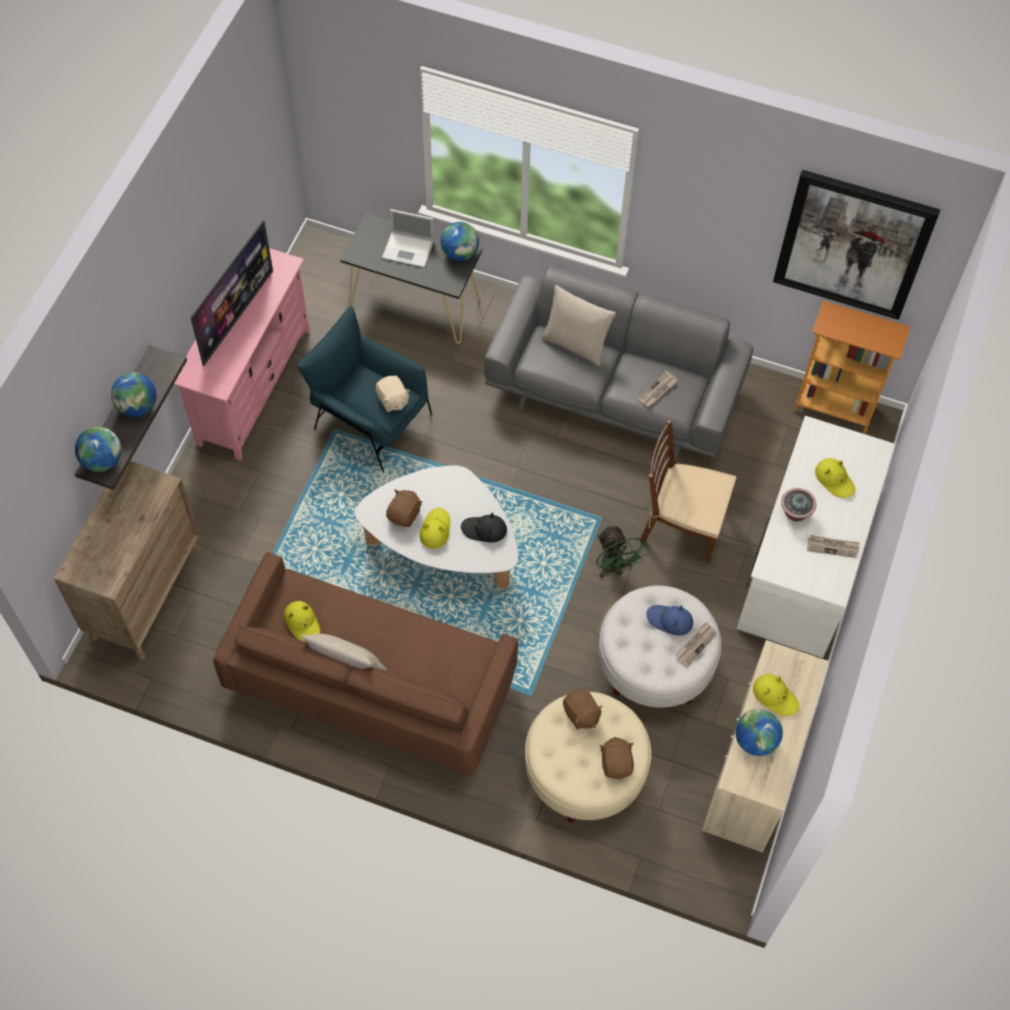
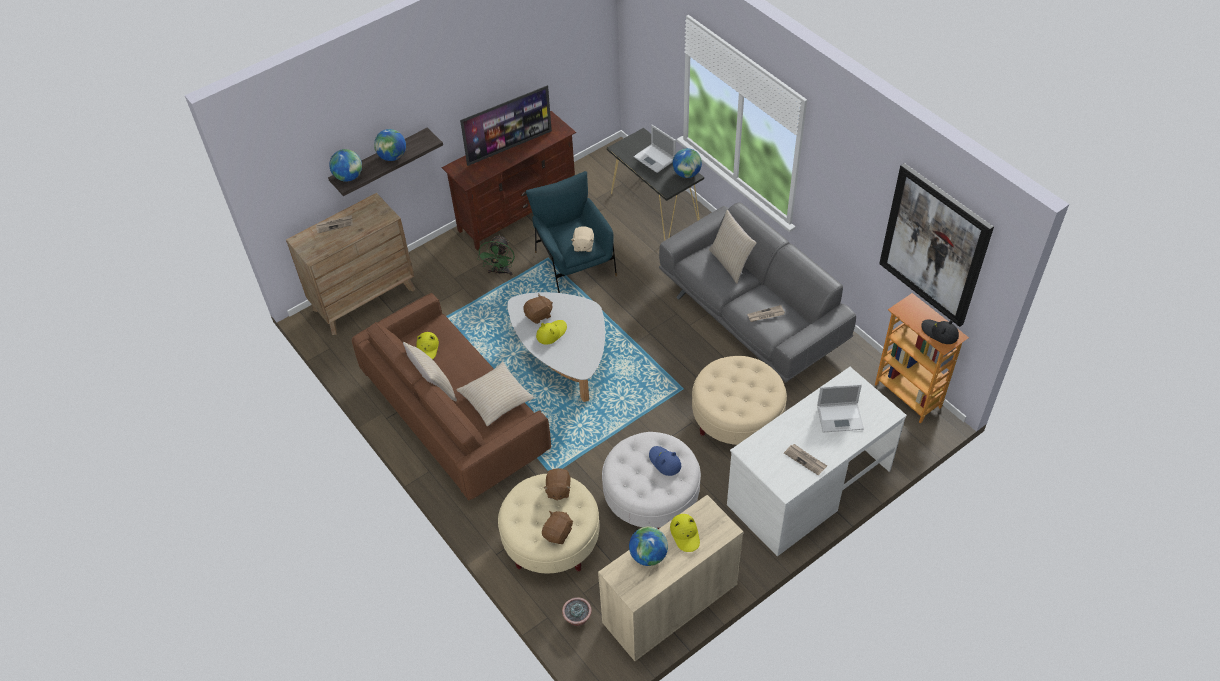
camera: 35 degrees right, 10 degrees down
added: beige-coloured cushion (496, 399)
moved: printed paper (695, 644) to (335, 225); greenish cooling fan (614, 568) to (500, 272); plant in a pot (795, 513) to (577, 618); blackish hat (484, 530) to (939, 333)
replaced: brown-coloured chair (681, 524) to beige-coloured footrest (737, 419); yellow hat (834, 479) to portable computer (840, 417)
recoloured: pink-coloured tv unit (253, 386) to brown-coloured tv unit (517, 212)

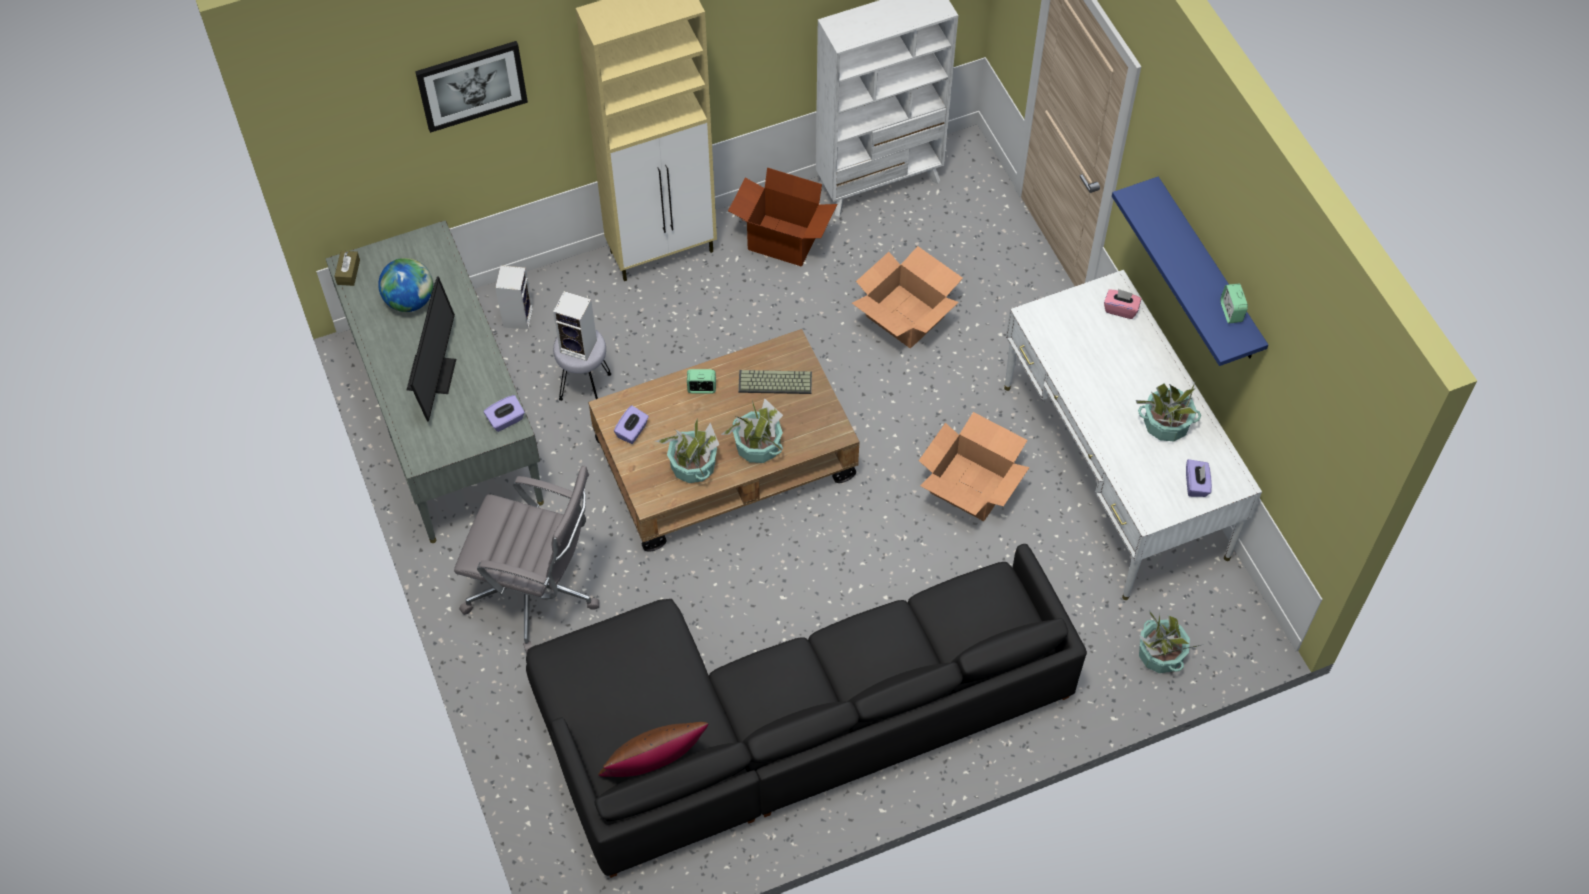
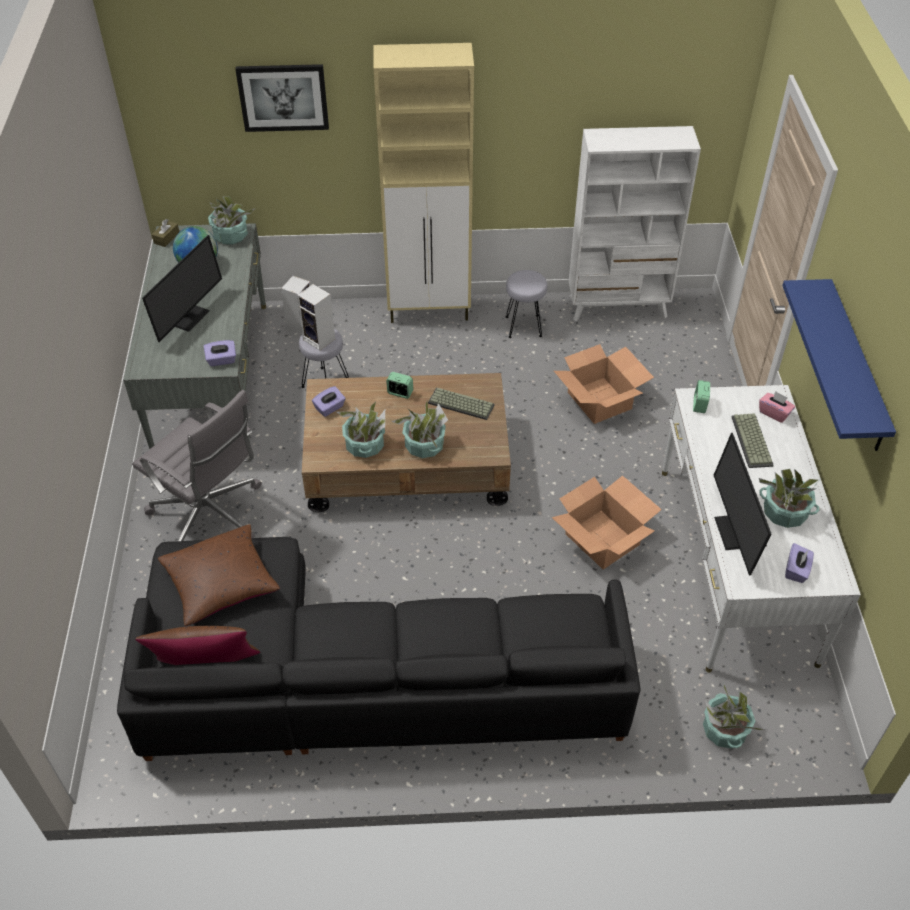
camera: 20 degrees right, 10 degrees down
added: brown-coloured cushion (221, 583); plant in a pot (230, 235); monitor (738, 531); PC keyboard (753, 441)
moved: table clock (1231, 312) to (699, 405)
replaced: cardboard box (782, 241) to greyish stool seat (524, 326)

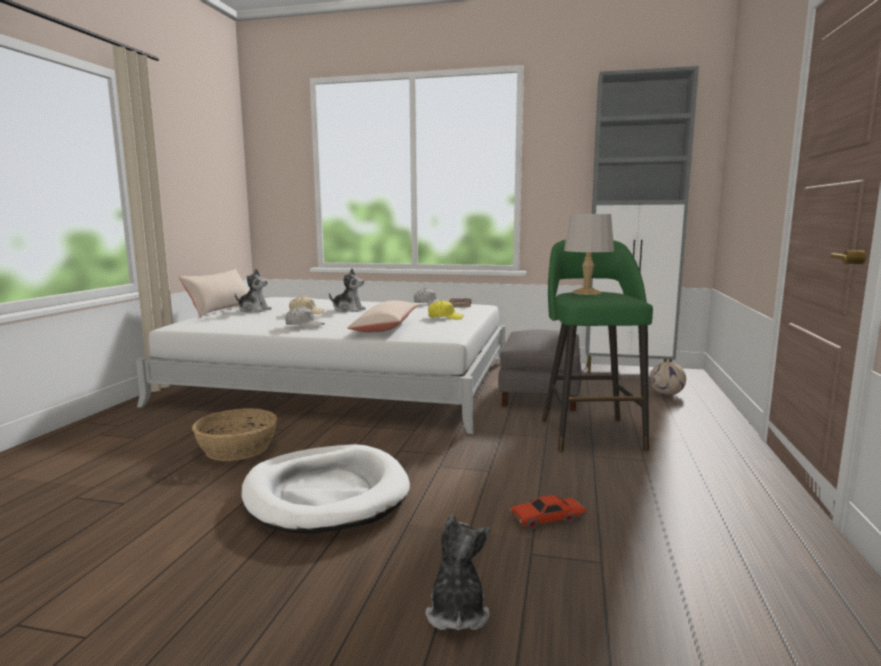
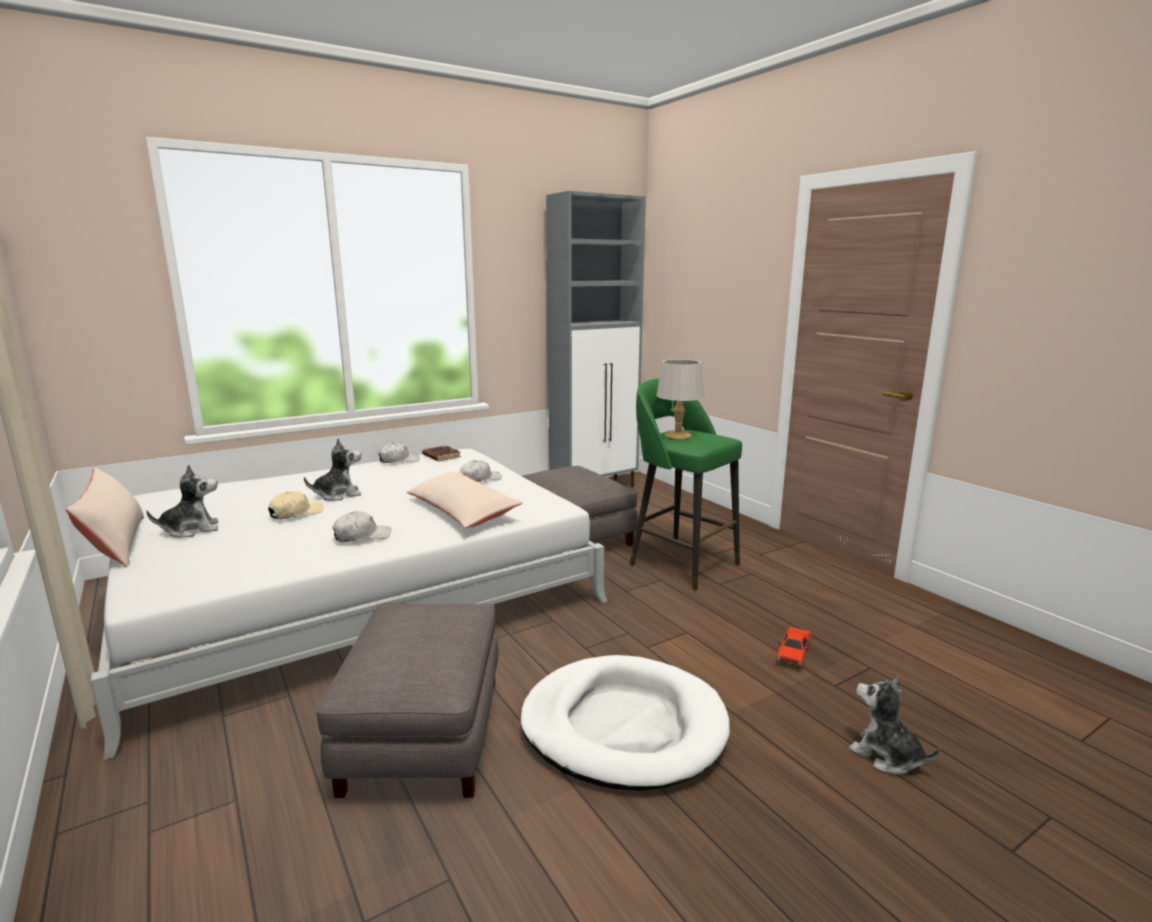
camera: 45 degrees left, 5 degrees up
removed: football ball (667, 394)
replaced: basket (237, 448) to greyish footrest (422, 733)
recoloured: yellow cap (445, 317) to whitish cap (479, 479)

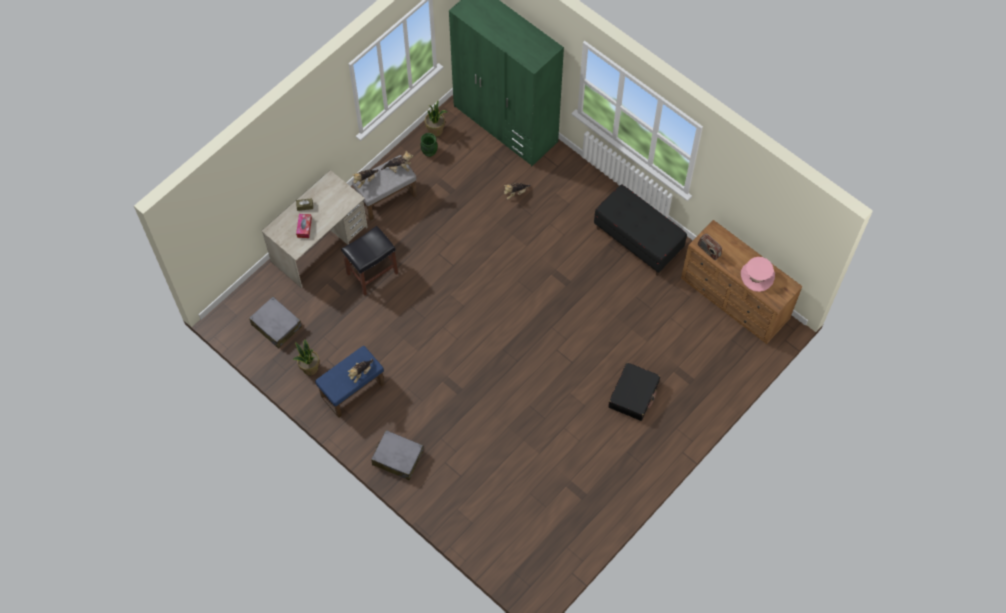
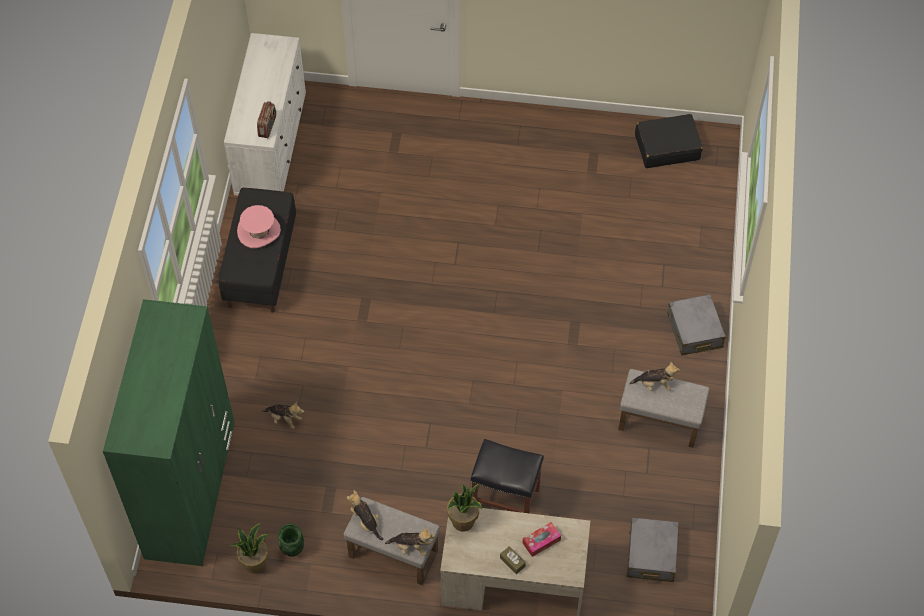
camera: 125 degrees left, 5 degrees down
moved: pink-coloured hat (757, 276) to (259, 231); plant in a pot (309, 368) to (463, 521); blackish travel case (633, 395) to (667, 147)
recoloured: brown-coloured dresser (735, 299) to whitish dresser (271, 144); blue-coloured footrest (353, 389) to greyish footrest (658, 422)

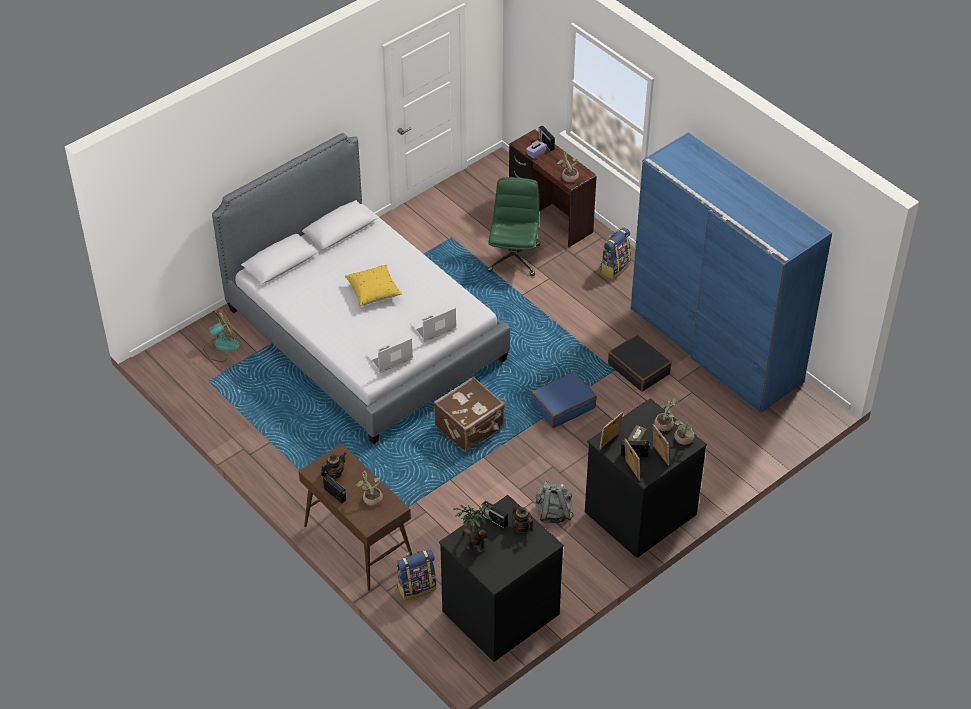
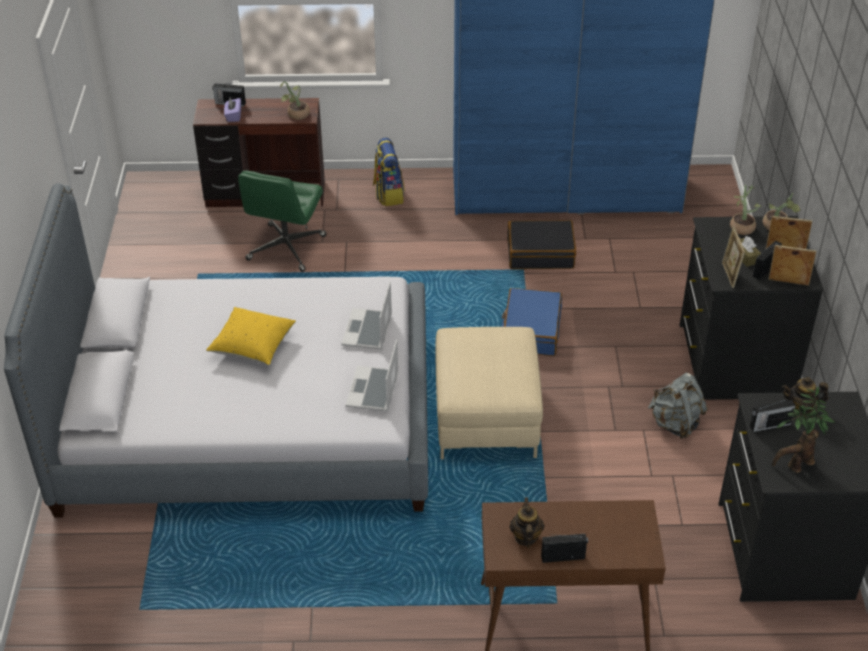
camera: 50 degrees left, 5 degrees down
removed: cooling fan (221, 346); plant in a pot (370, 498); rucksack (416, 587)
replaced: brown-coloured travel case (470, 427) to beige-coloured footrest (485, 416)
turned: greenish office chair (513, 257) = (286, 248) 120 degrees counterclockwise

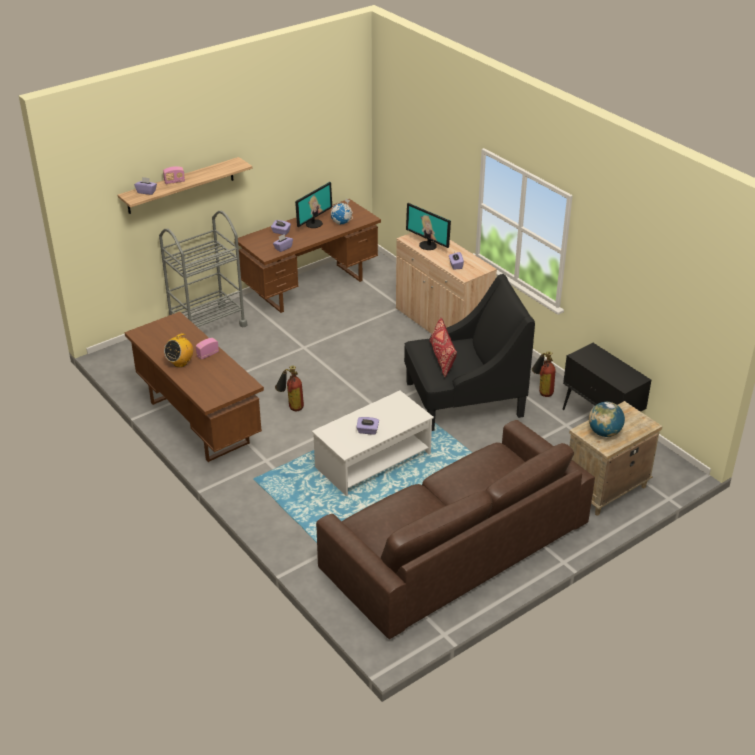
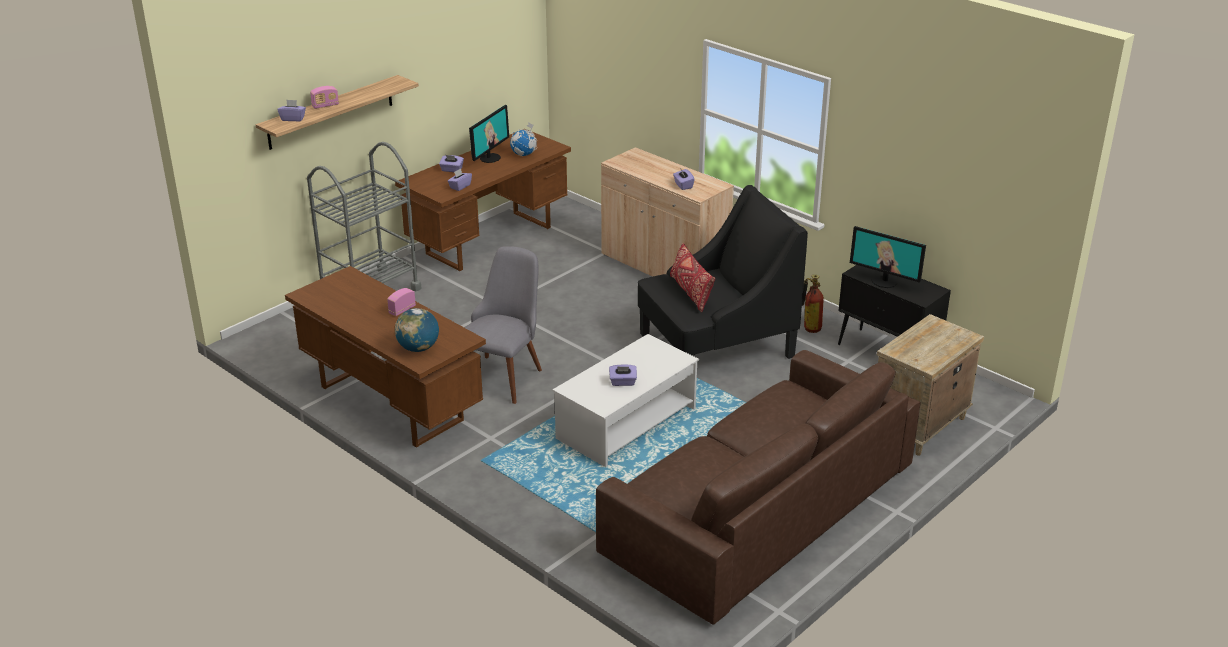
camera: 10 degrees left, 5 degrees down
removed: radio receiver (180, 363)
moved: desk globe (604, 433) to (418, 348); monitor (428, 245) to (884, 281)
replaced: extinguisher (291, 406) to greyish chair (504, 373)

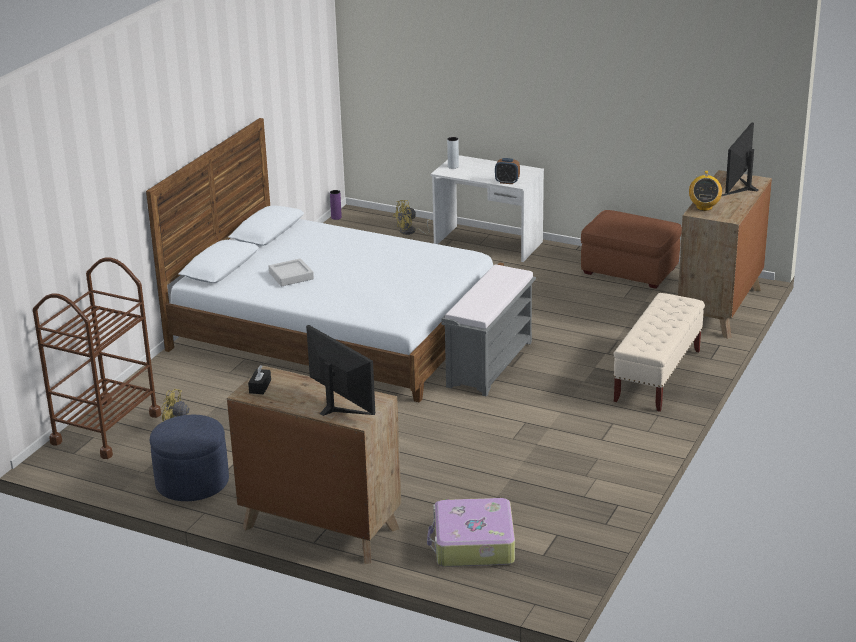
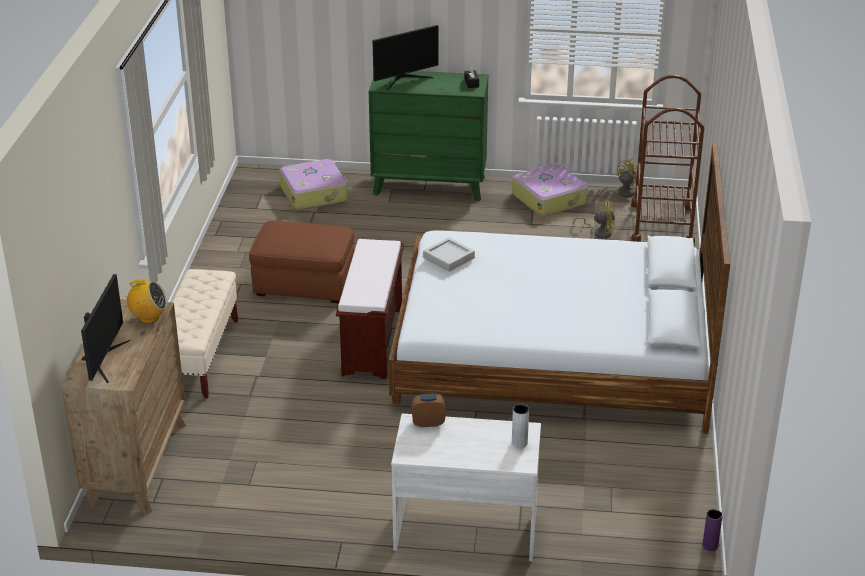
camera: 160 degrees right, 5 degrees up
moved: brown-coloured footrest (630, 271) to (303, 284); greyish serving tray (291, 276) to (448, 258); yellow cooling fan (411, 232) to (622, 193)
replaced: blue-coloured footrest (192, 482) to travel case (549, 198)
recoloured: greyish bench (489, 363) to brown-coloured bench (373, 342); brown-coloured dresser (320, 528) to greenish dresser (429, 186)
turned: radio receiver (704, 207) = (149, 318) 105 degrees clockwise; monitor (339, 406) = (404, 79) 60 degrees counterclockwise

